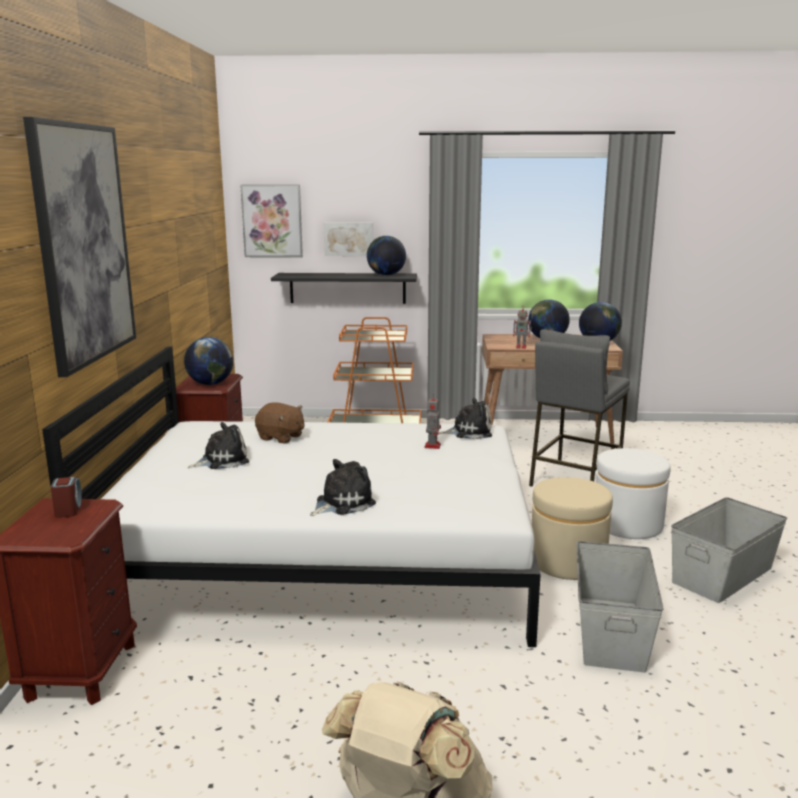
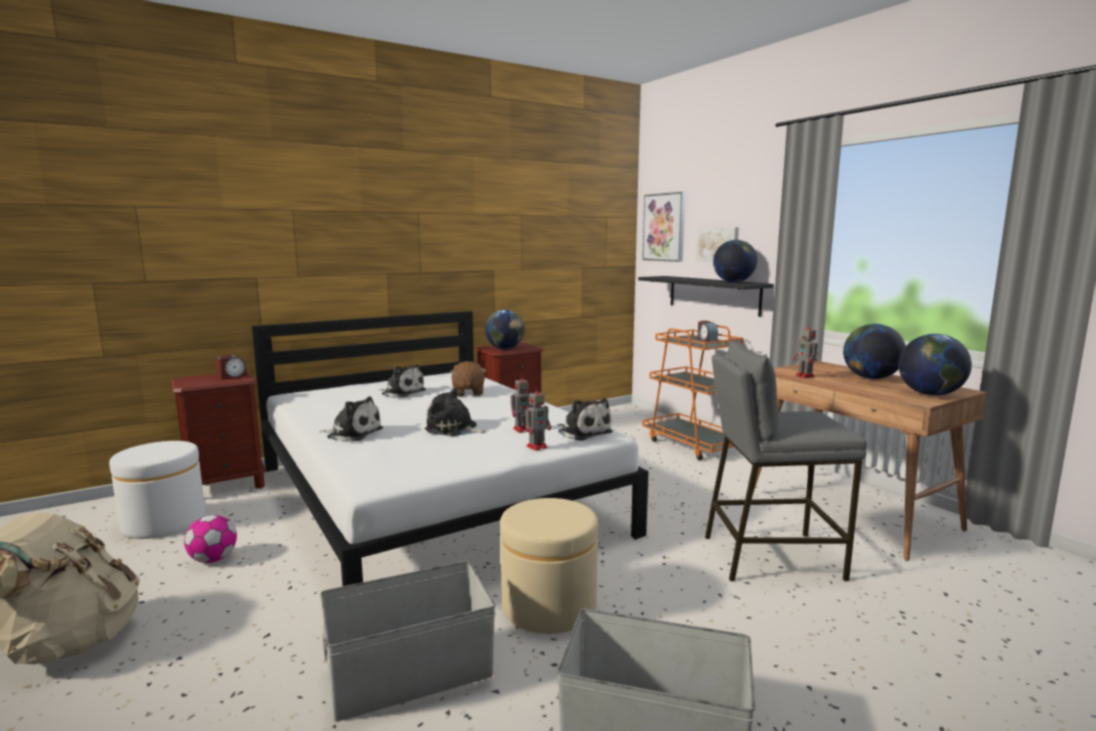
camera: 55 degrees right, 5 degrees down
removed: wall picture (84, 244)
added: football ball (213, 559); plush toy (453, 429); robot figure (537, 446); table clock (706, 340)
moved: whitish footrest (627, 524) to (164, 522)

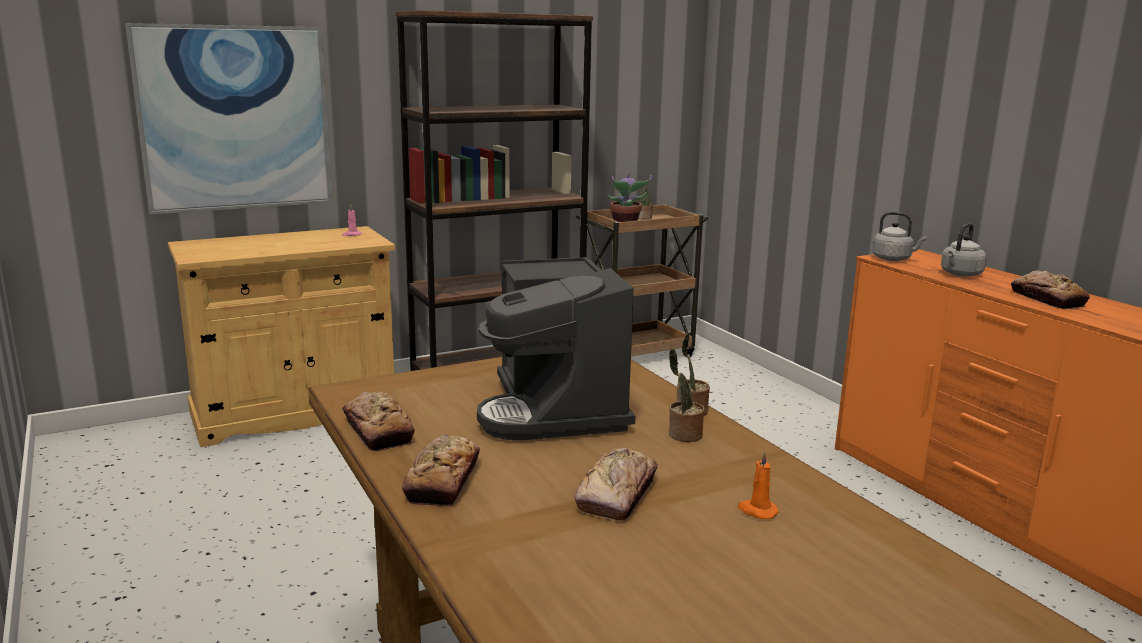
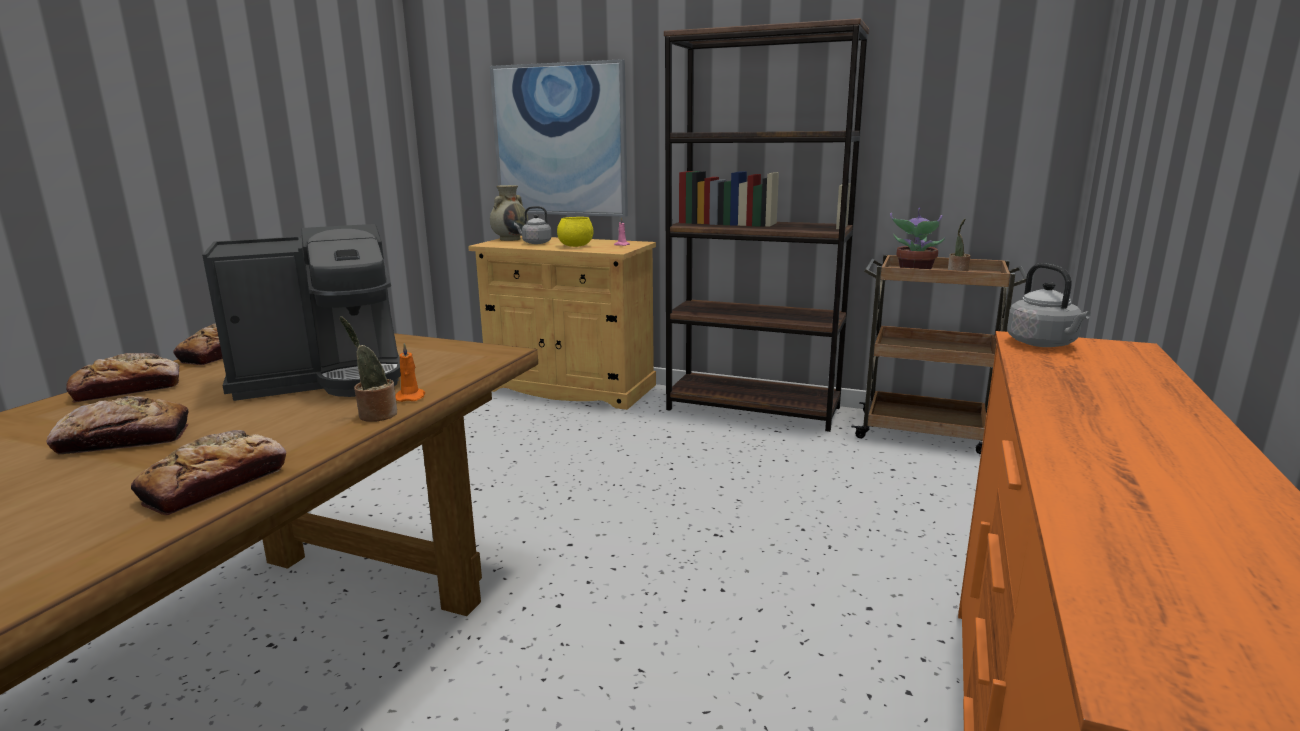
camera: 50 degrees right, 0 degrees up
removed: plant in a pot (682, 435)
added: beige-coloured vase (510, 239); yellow serving bowl (576, 246)
moved: bakery bread (1047, 299) to (215, 484); orange-coloured wax light (757, 511) to (410, 397); greyish tea kettle (960, 274) to (535, 243)
turned: coffee brewer (555, 409) = (324, 378) 150 degrees counterclockwise

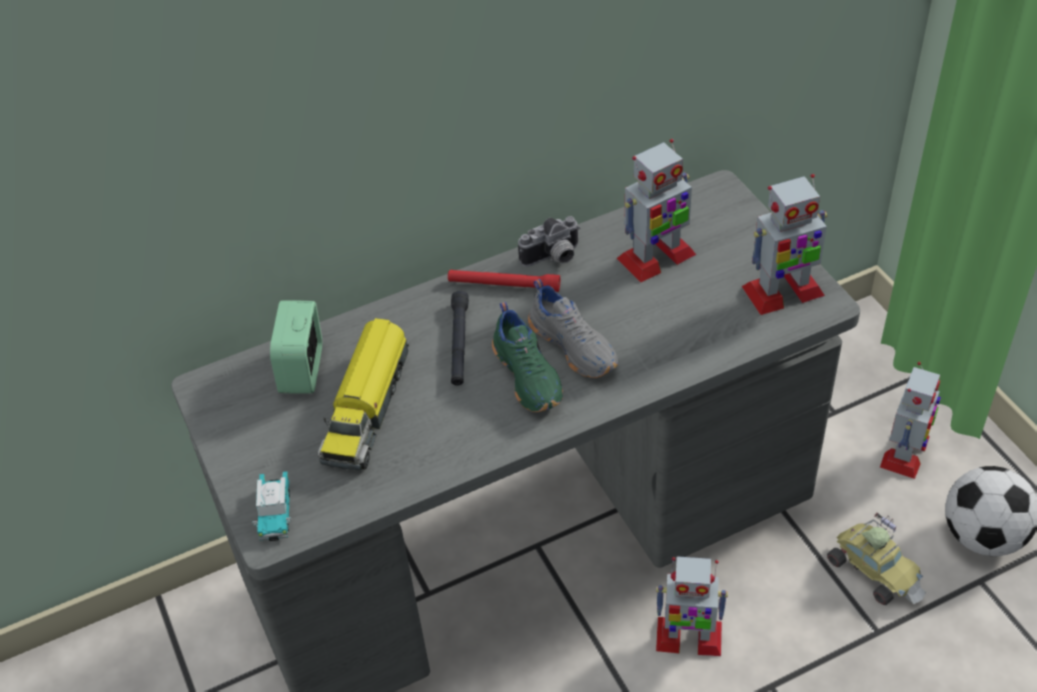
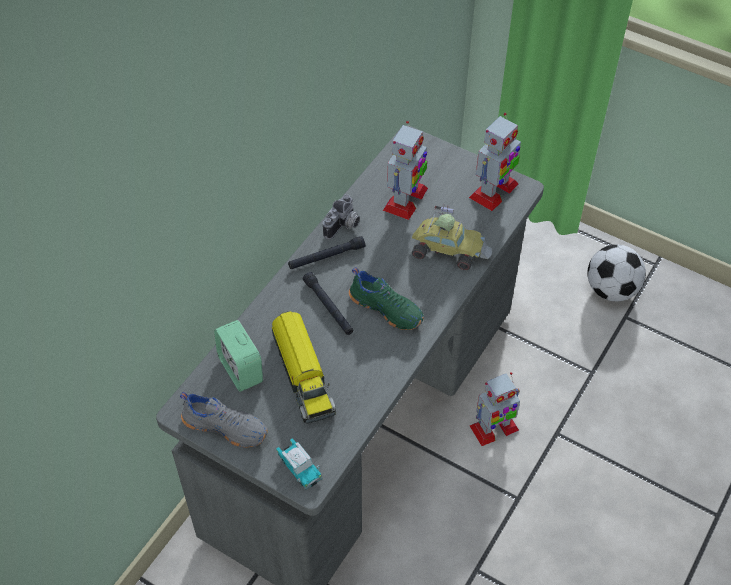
camera: 35 degrees left, 5 degrees up
removed: robot figure (905, 452)
moved: greyish item of footwear (575, 345) to (226, 426); toy car (875, 570) to (448, 249)
recoloured: reddish hand torch (504, 285) to blackish hand torch (326, 257)

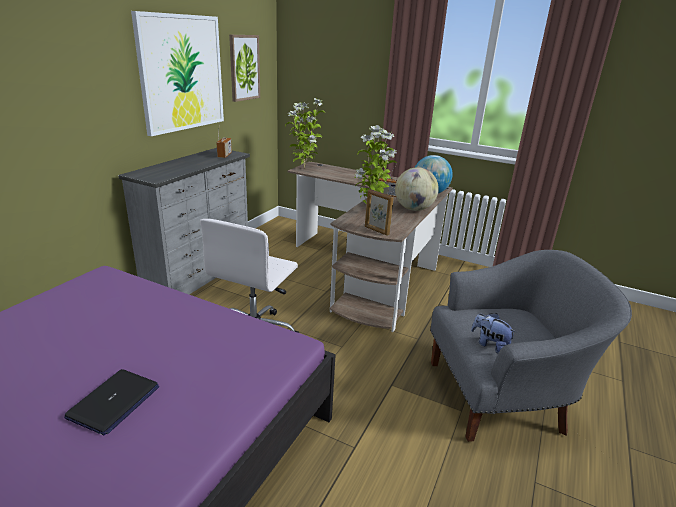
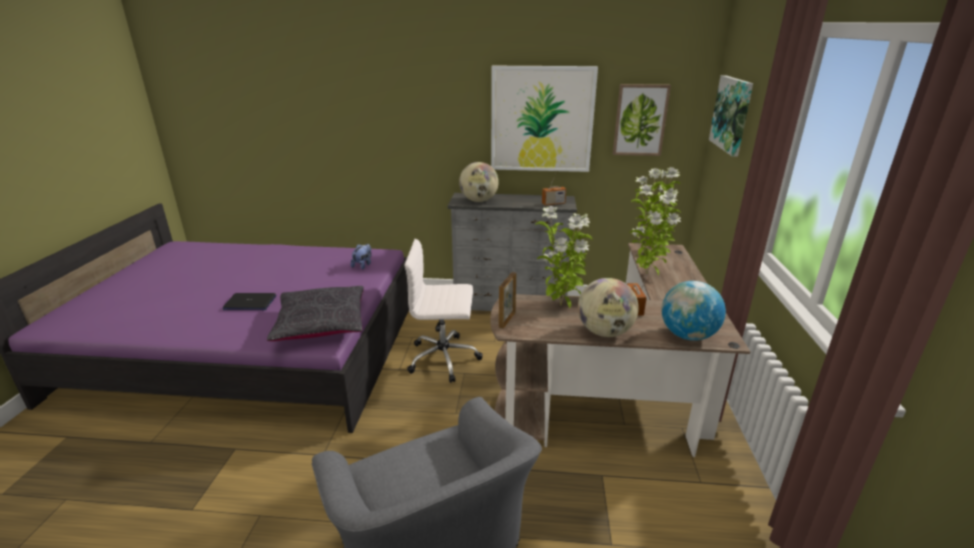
camera: 70 degrees right, 0 degrees up
added: blackish cushion (321, 325); desk globe (479, 201); plant in a pot (647, 275); wall picture (732, 114)
moved: plush toy (489, 344) to (363, 265)

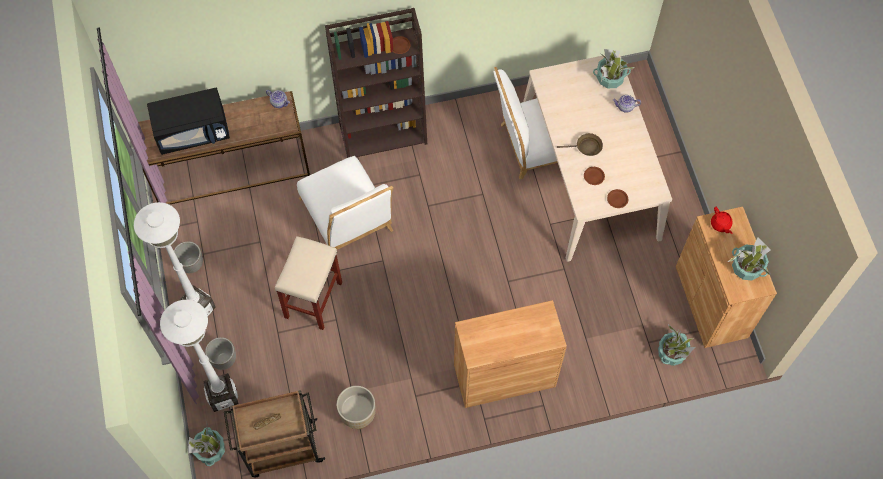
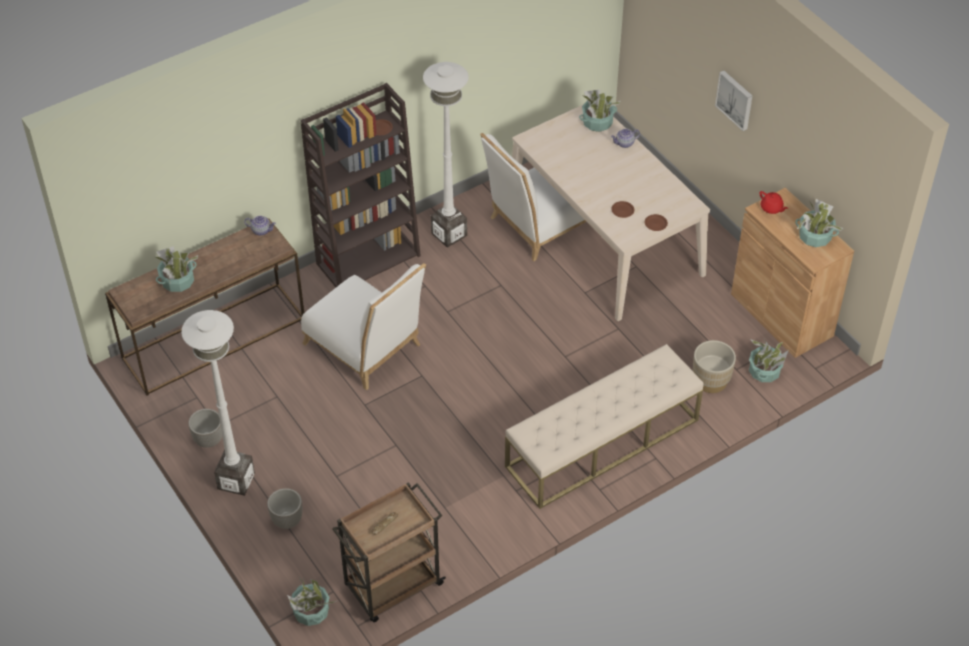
camera: 20 degrees left, 15 degrees down
removed: beige-coloured stool seat (313, 299); brown-coloured skillet (586, 147)
added: wall picture (735, 99)
moved: whitish floor lamp (223, 396) to (449, 234); beige-coloured plant pot (358, 414) to (711, 380)
replaced: blackish microwave (193, 132) to plant in a pot (178, 281); brown-coloured storage cabinet (504, 375) to beige-coloured bench (602, 443)

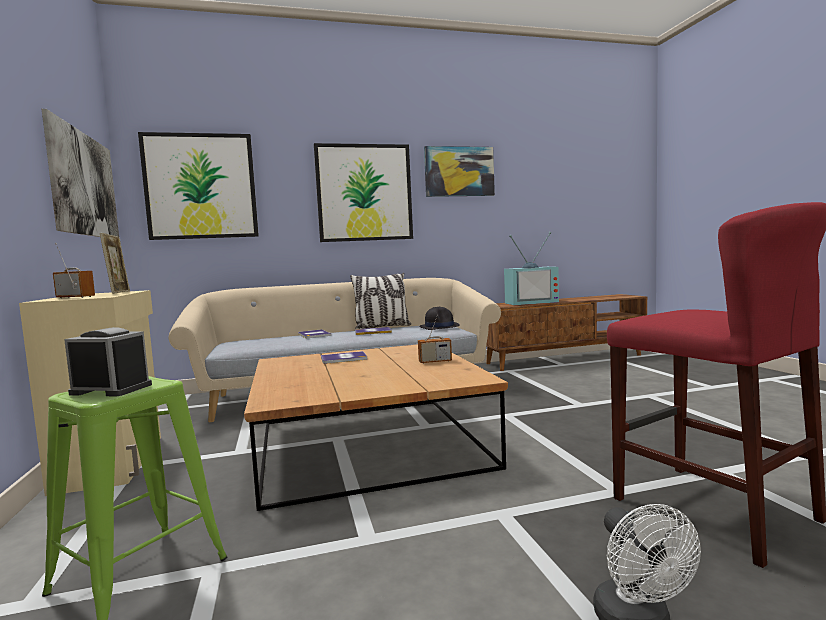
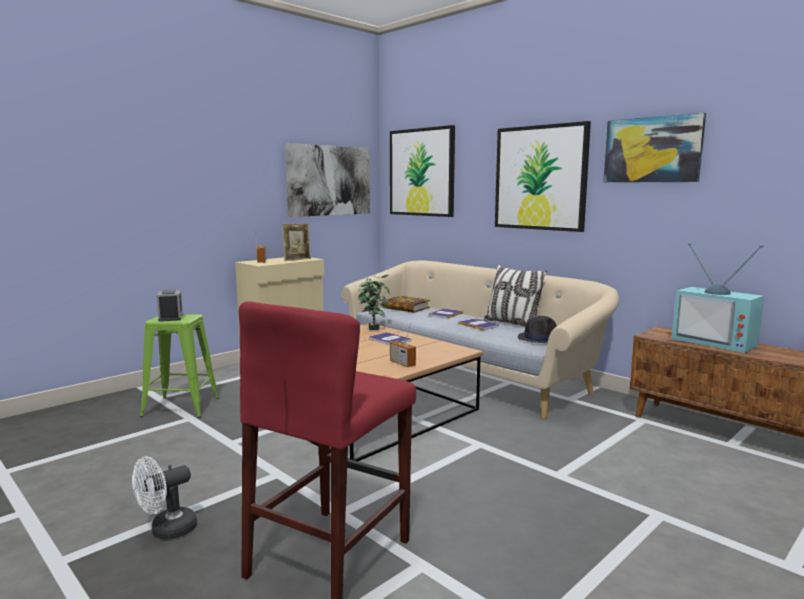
camera: 60 degrees right, 5 degrees up
added: plant in a pot (373, 329); bound book (405, 308)

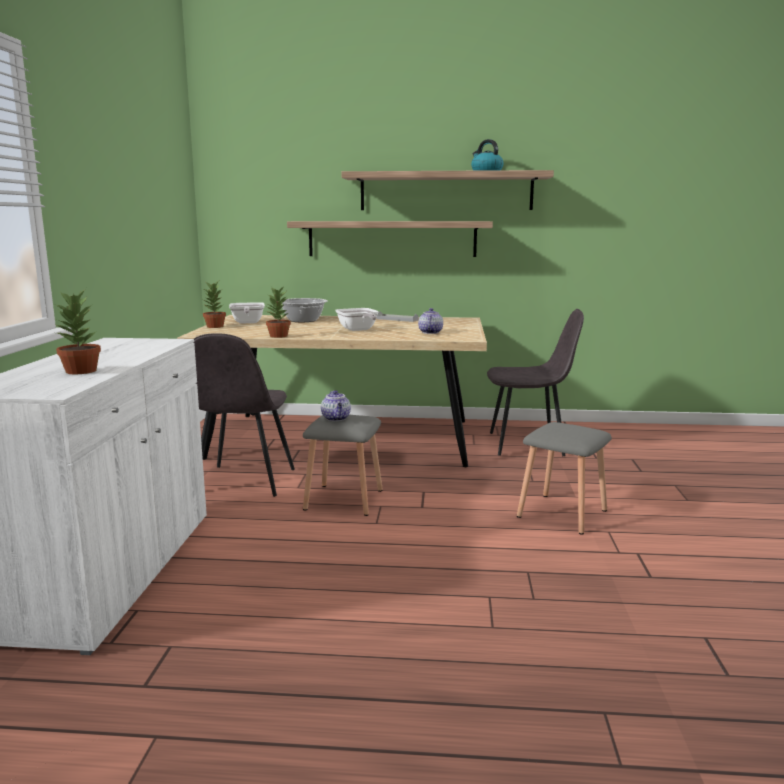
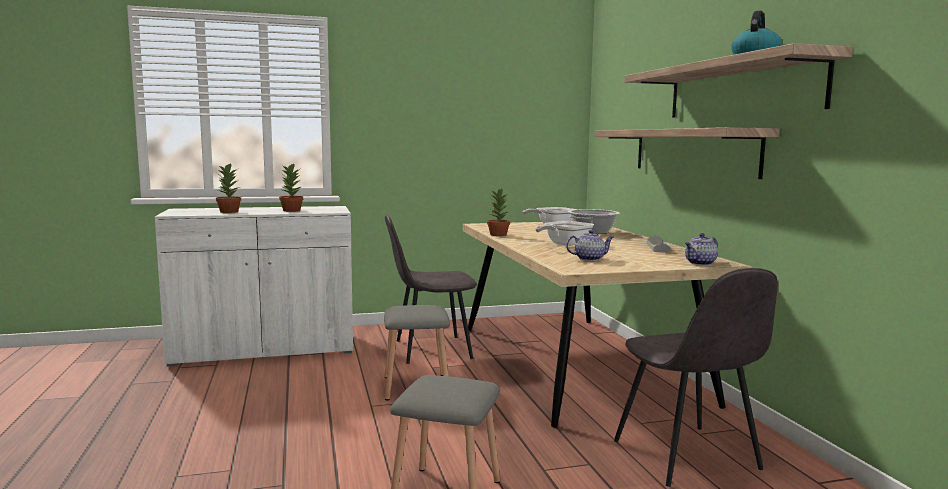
camera: 70 degrees right, 5 degrees down
moved: plant in a pot (215, 326) to (291, 210); pot for tea (336, 418) to (700, 263)

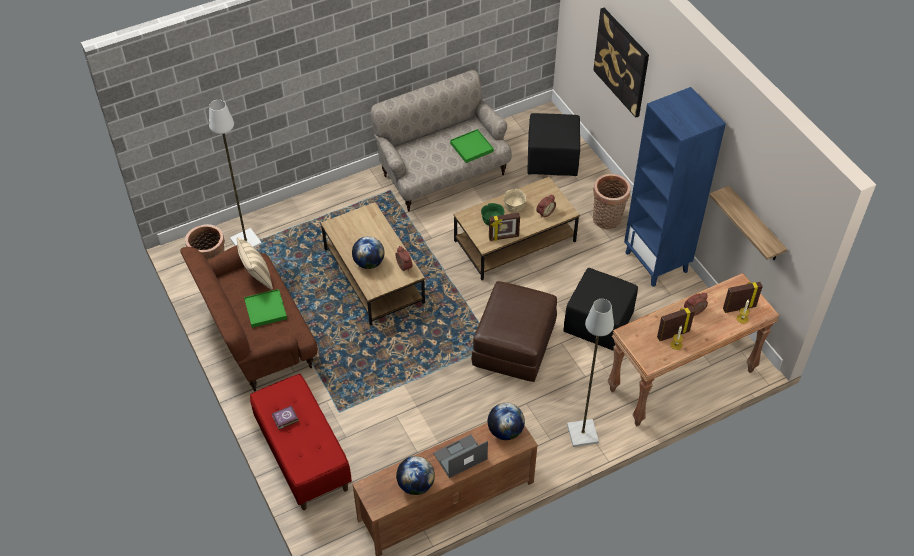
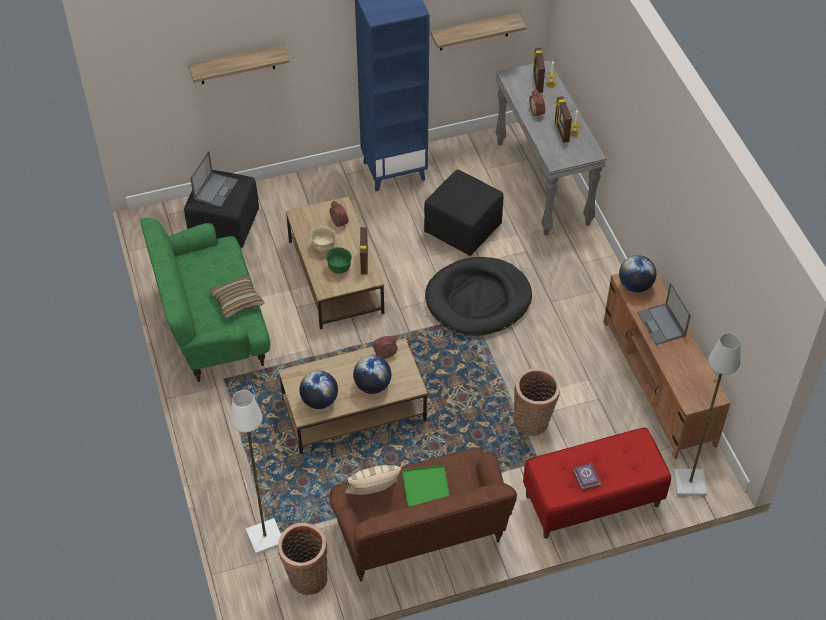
camera: 80 degrees left, 0 degrees up
removed: greenish serving tray (471, 147)
added: portable computer (216, 189); cushion (237, 301)
moved: desk globe (416, 485) to (319, 401); basket (607, 221) to (533, 422); greyish floor lamp (582, 433) to (689, 483)
replaced: wall picture (622, 62) to shelf (237, 65); brown-coloured footrest (514, 346) to blackish pet bed (478, 299)
recoloured: beige-coloured sofa (442, 173) to greenish sofa (212, 325); brown-coloured narrow table (681, 381) to greyish narrow table (543, 183)

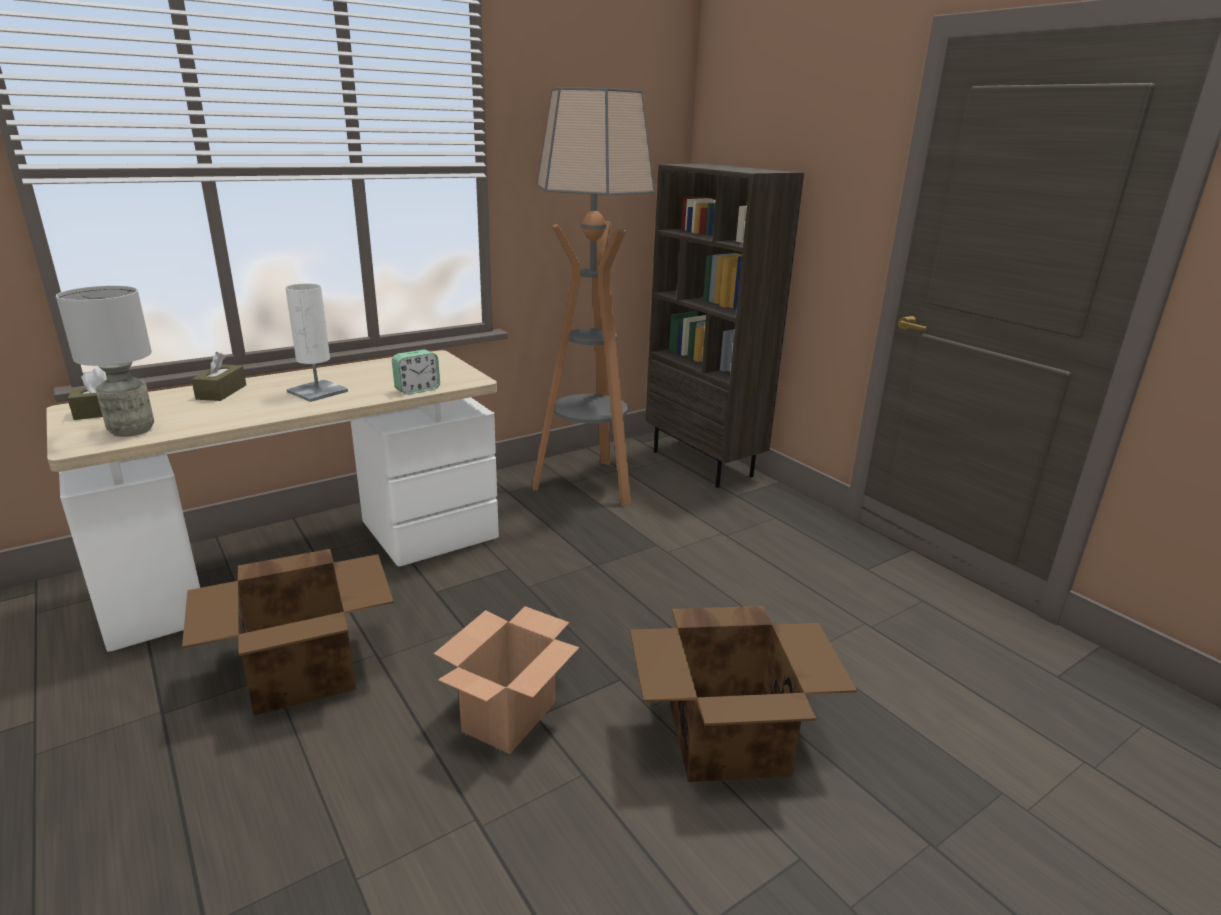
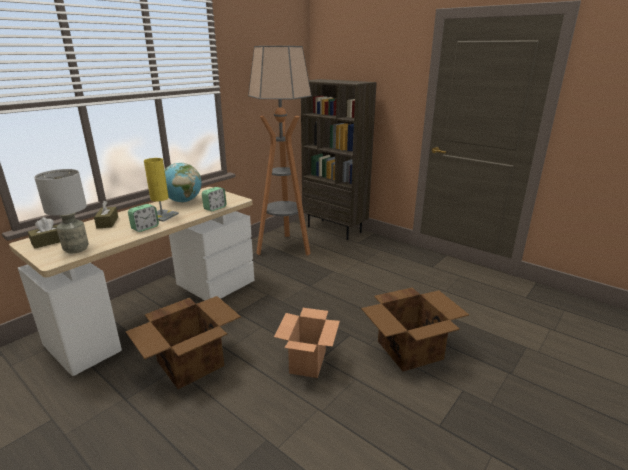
camera: 15 degrees left, 0 degrees up
added: table clock (145, 228); desk globe (183, 201)
recoloured: whitish lamp for a table (317, 391) to yellow lamp for a table (162, 216)

